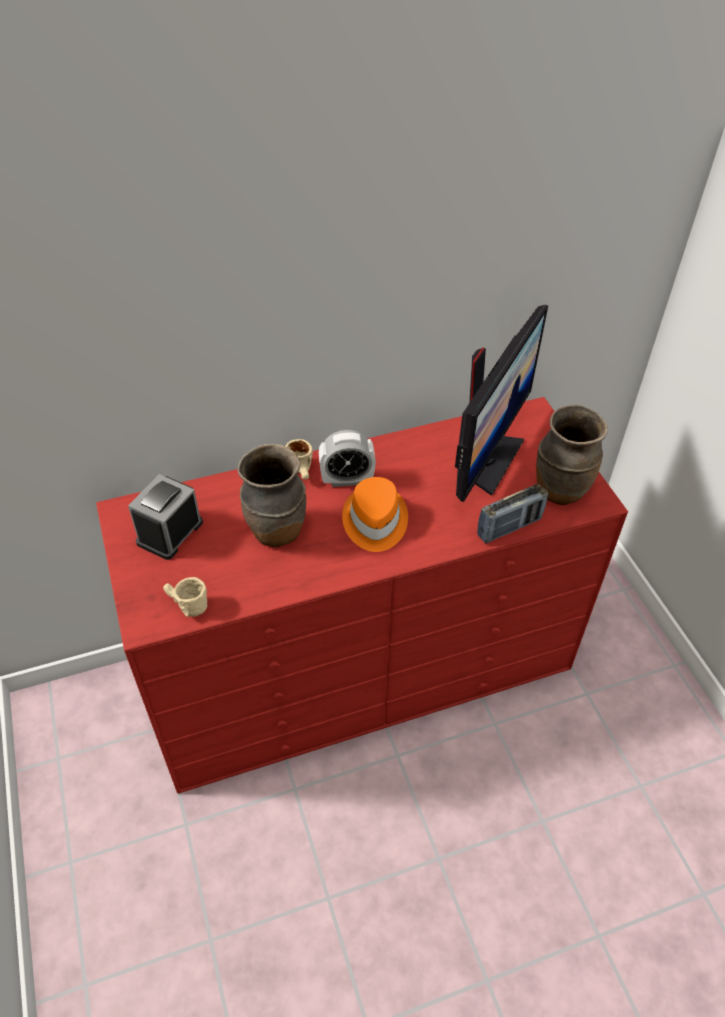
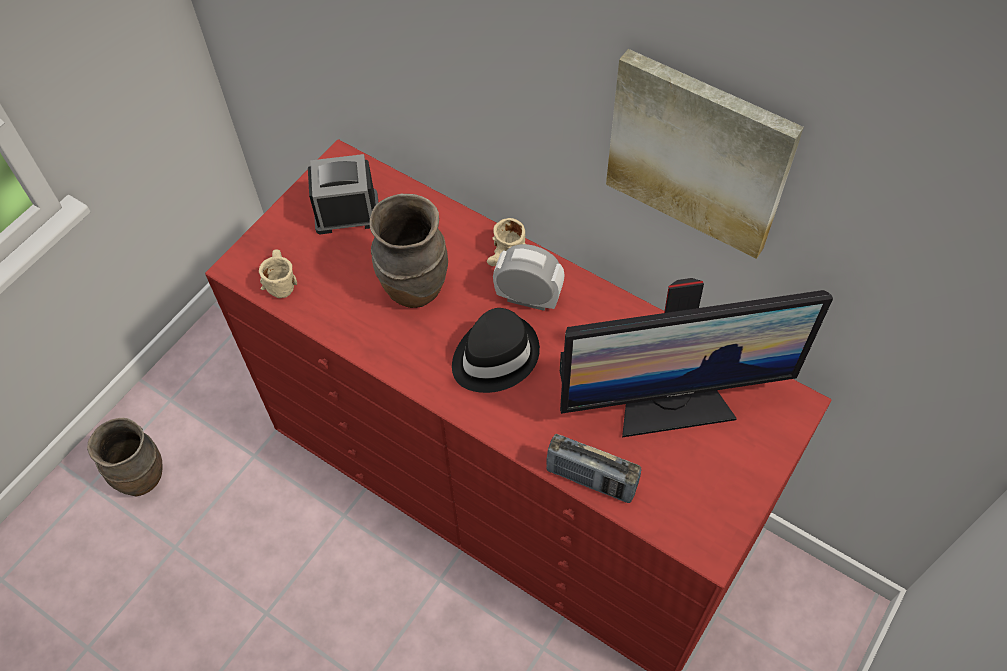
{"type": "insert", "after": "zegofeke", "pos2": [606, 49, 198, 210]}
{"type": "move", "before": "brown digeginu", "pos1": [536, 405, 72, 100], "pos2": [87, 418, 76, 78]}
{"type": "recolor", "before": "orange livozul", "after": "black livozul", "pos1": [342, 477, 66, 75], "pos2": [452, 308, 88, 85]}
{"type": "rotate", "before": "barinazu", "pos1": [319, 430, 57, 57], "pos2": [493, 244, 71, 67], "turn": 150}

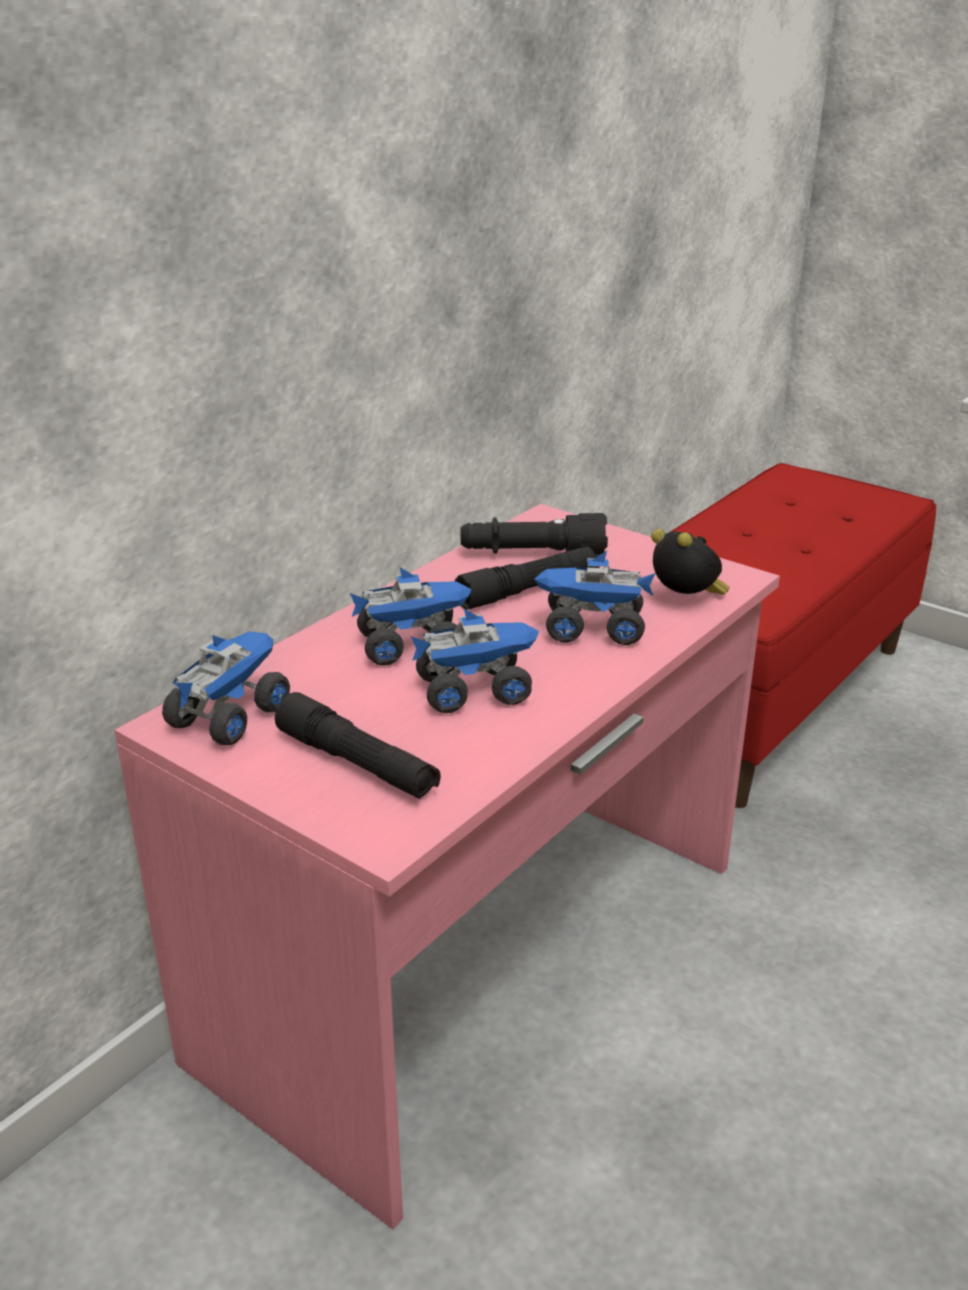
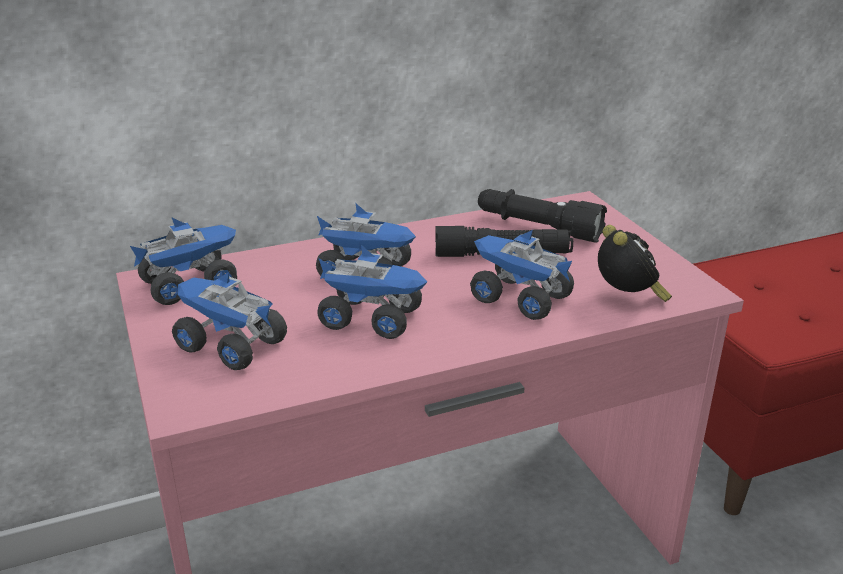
{"type": "replace", "before": "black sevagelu", "after": "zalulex", "pos1": [275, 692, 166, 107], "pos2": [172, 272, 115, 98]}

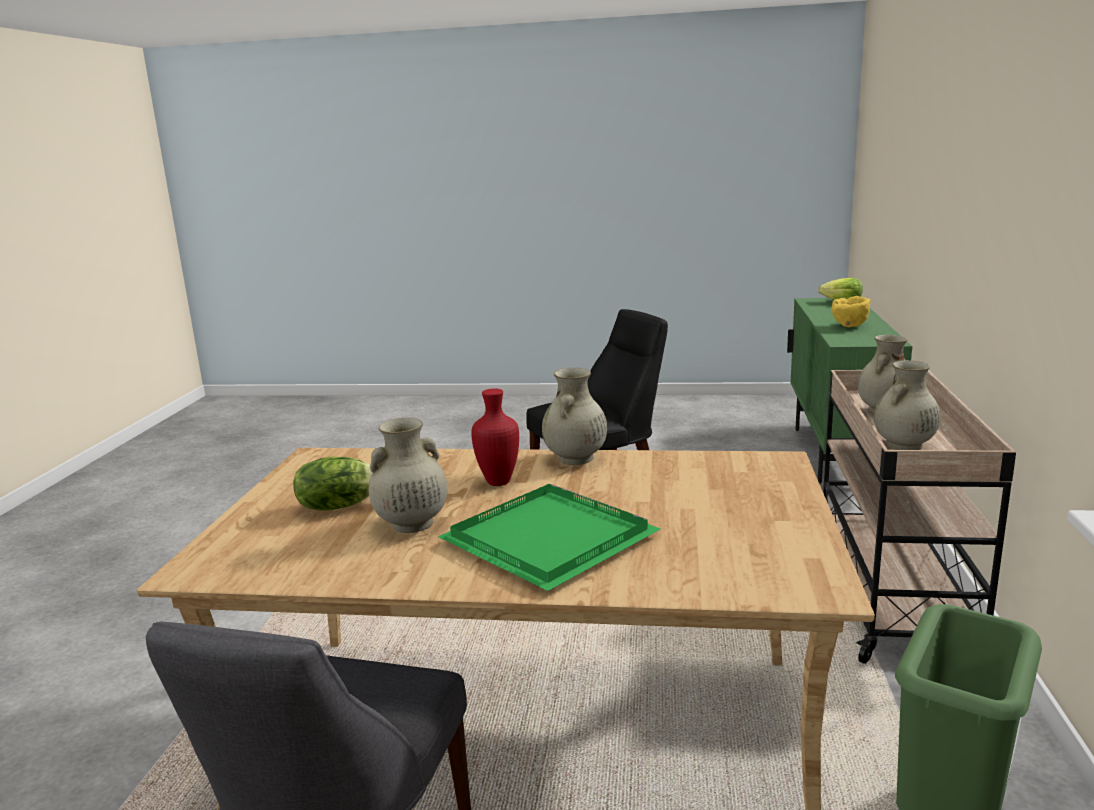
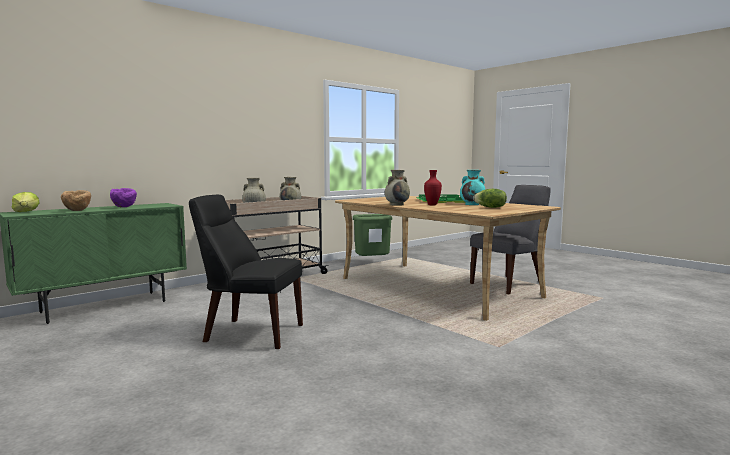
{"type": "insert", "after": "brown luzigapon", "pos2": [61, 190, 30, 21]}
{"type": "recolor", "before": "beige digeginu", "after": "turquoise digeginu", "pos1": [369, 417, 78, 116], "pos2": [460, 170, 25, 35]}
{"type": "recolor", "before": "yellow luzigapon", "after": "purple luzigapon", "pos1": [831, 296, 40, 31], "pos2": [110, 188, 27, 19]}

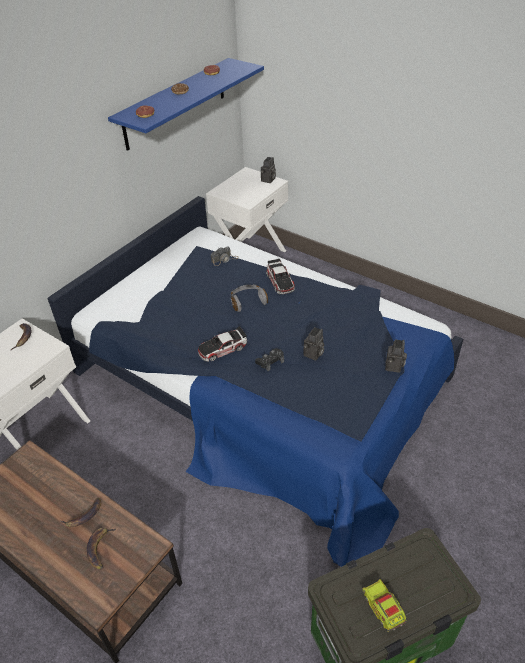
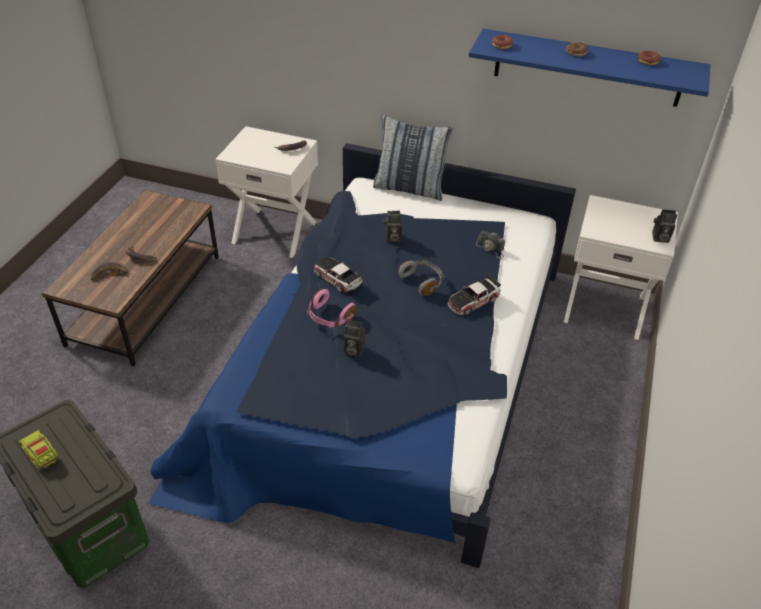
{"type": "insert", "after": "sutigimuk", "pos2": [373, 114, 80, 87]}
{"type": "move", "before": "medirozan", "pos1": [385, 339, 22, 34], "pos2": [383, 210, 19, 32]}
{"type": "replace", "before": "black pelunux", "after": "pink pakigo", "pos1": [255, 348, 29, 23], "pos2": [307, 289, 50, 39]}
{"type": "rotate", "before": "zalulex", "pos1": [362, 579, 45, 53], "pos2": [19, 430, 41, 41], "turn": -90}

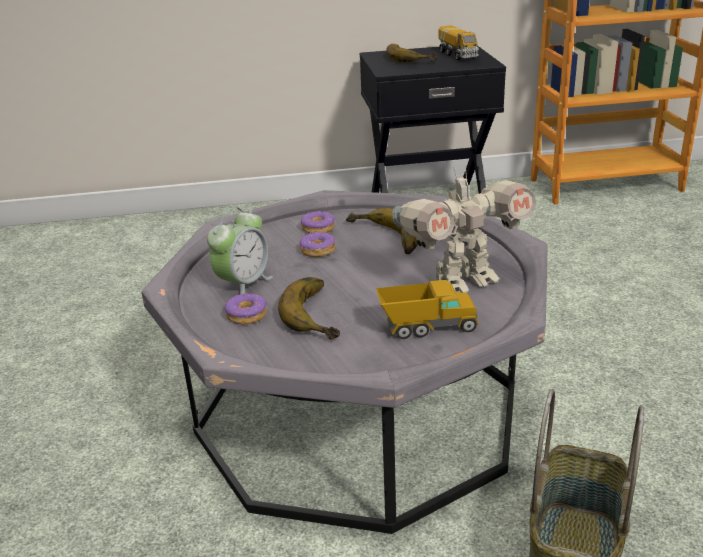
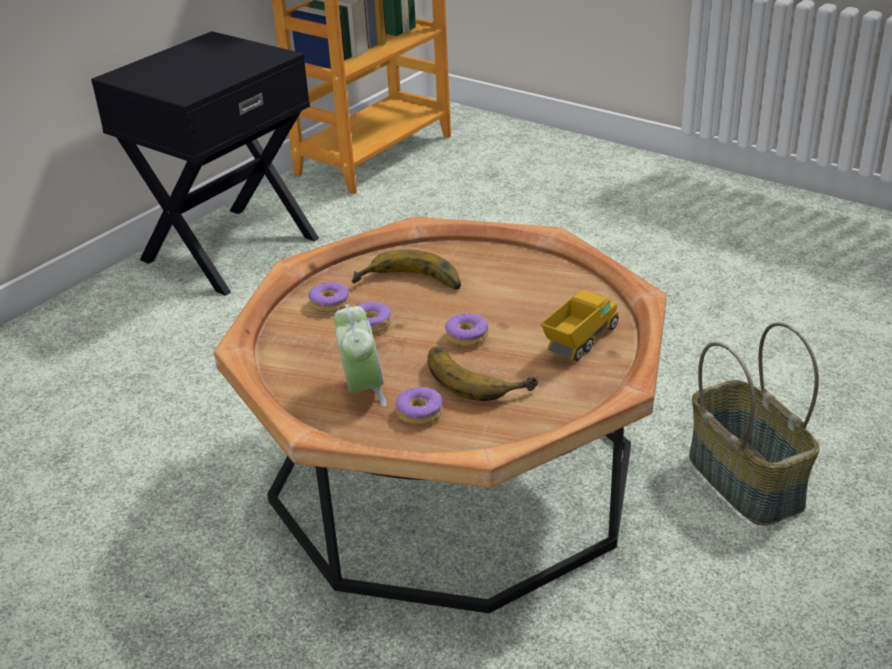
{"type": "delete", "before": "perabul", "pos1": [386, 44, 51, 18]}
{"type": "delete", "before": "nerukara", "pos1": [392, 165, 144, 128]}
{"type": "delete", "before": "zalulex", "pos1": [438, 25, 41, 35]}
{"type": "insert", "after": "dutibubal", "pos2": [445, 313, 43, 33]}
{"type": "recolor", "before": "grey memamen", "after": "brown memamen", "pos1": [141, 190, 406, 344], "pos2": [214, 217, 453, 396]}

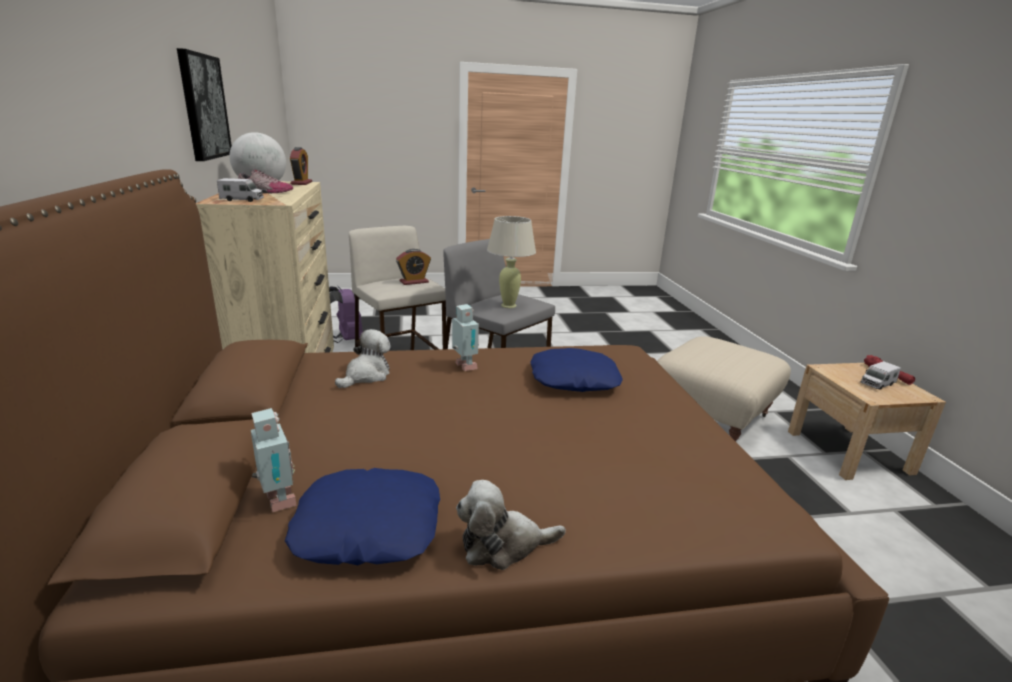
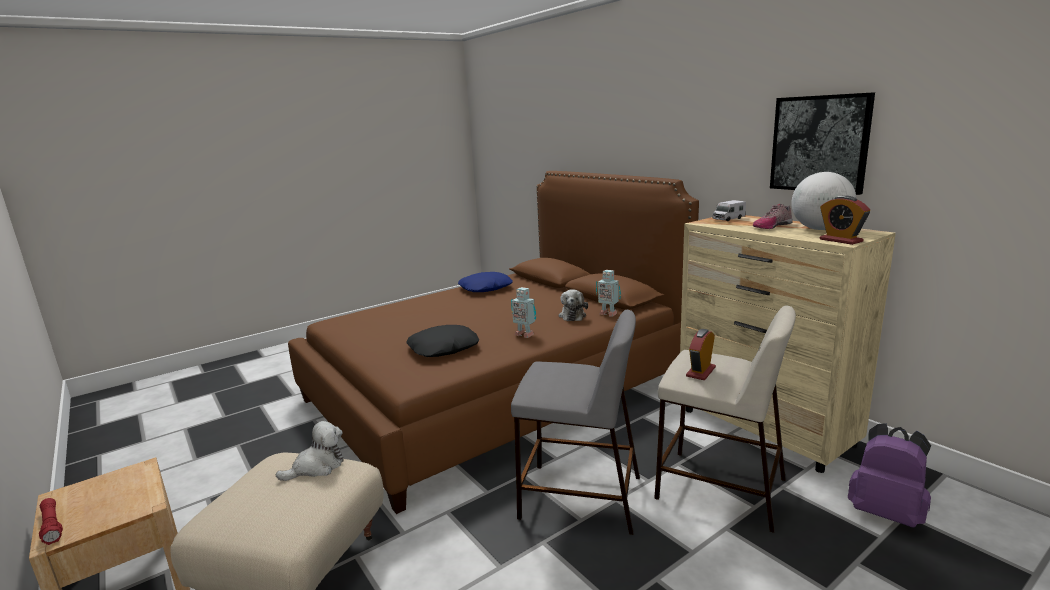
{"type": "delete", "before": "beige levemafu", "pos1": [487, 216, 49, 92]}
{"type": "delete", "before": "zalulex", "pos1": [861, 361, 40, 29]}
{"type": "move", "before": "nerukara", "pos1": [251, 408, 46, 104], "pos2": [596, 270, 25, 47]}
{"type": "move", "before": "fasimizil", "pos1": [456, 480, 110, 90], "pos2": [276, 421, 68, 60]}
{"type": "recolor", "before": "blue sutigimuk", "after": "black sutigimuk", "pos1": [530, 348, 93, 44], "pos2": [406, 325, 73, 32]}

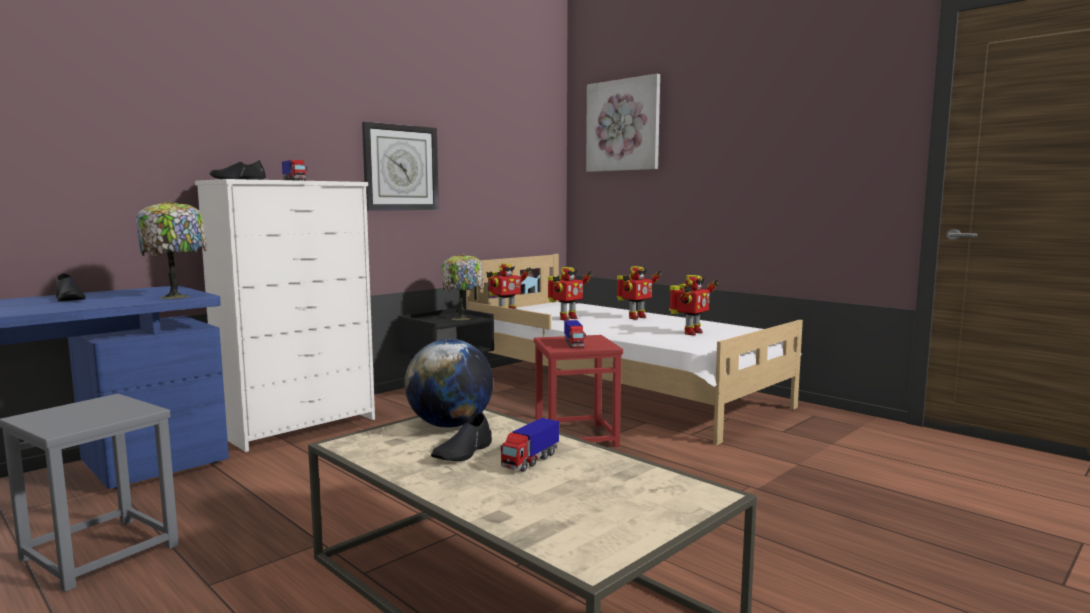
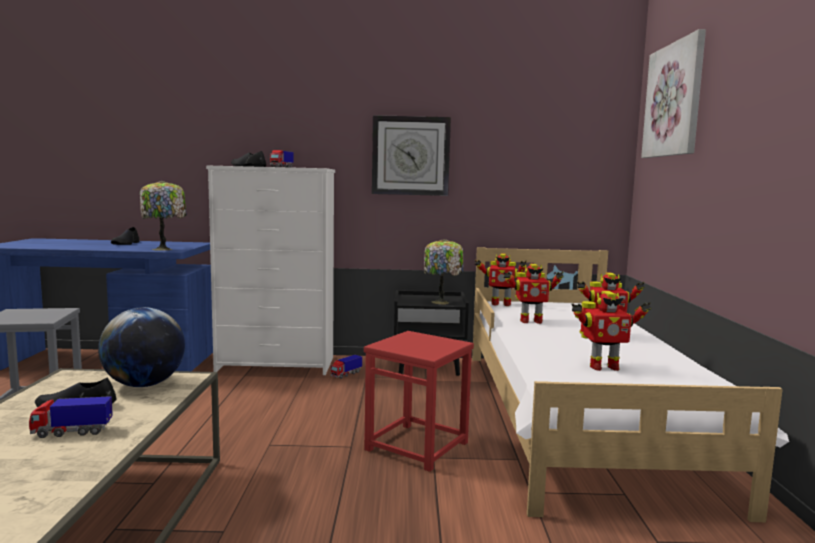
{"type": "move", "before": "zalulex", "pos1": [564, 320, 22, 28], "pos2": [331, 355, 31, 24]}

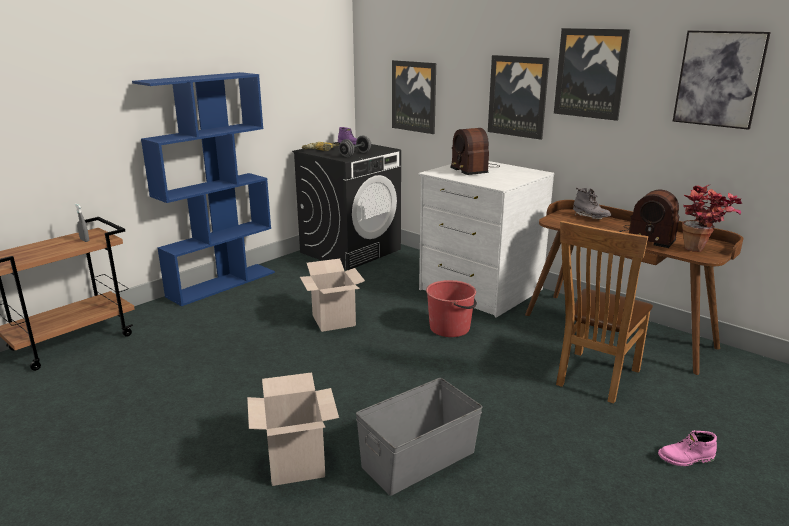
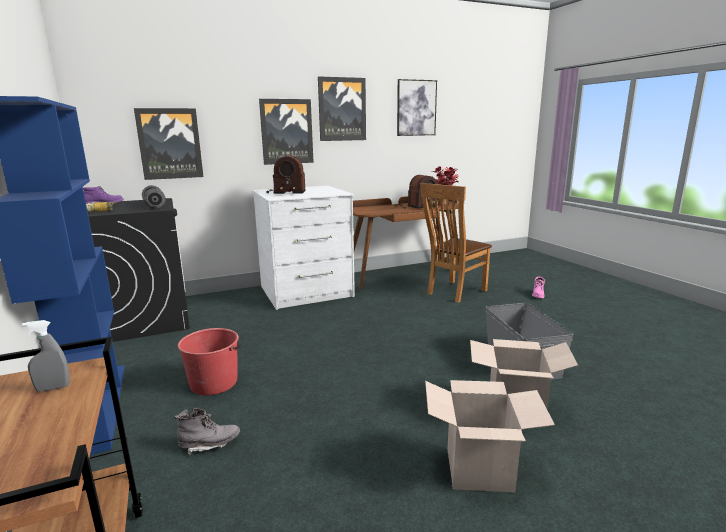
{"type": "move", "before": "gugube", "pos1": [300, 259, 65, 73], "pos2": [425, 380, 130, 113]}
{"type": "move", "before": "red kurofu", "pos1": [426, 280, 51, 57], "pos2": [178, 328, 64, 67]}
{"type": "move", "before": "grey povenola", "pos1": [573, 187, 38, 33], "pos2": [174, 408, 66, 47]}
{"type": "rotate", "before": "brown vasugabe", "pos1": [556, 221, 97, 183], "pos2": [420, 183, 72, 120], "turn": 75}

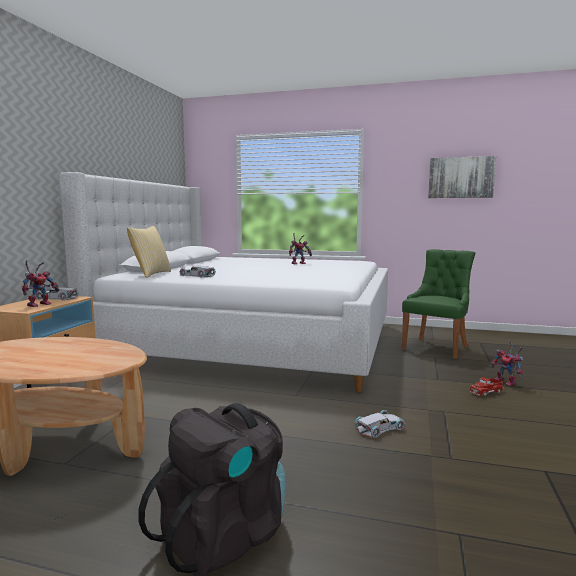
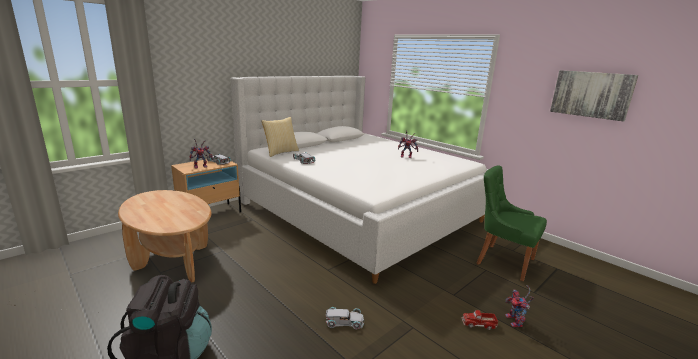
{"type": "rotate", "before": "green vasugabe", "pos1": [402, 249, 73, 110], "pos2": [476, 165, 71, 116], "turn": -120}

